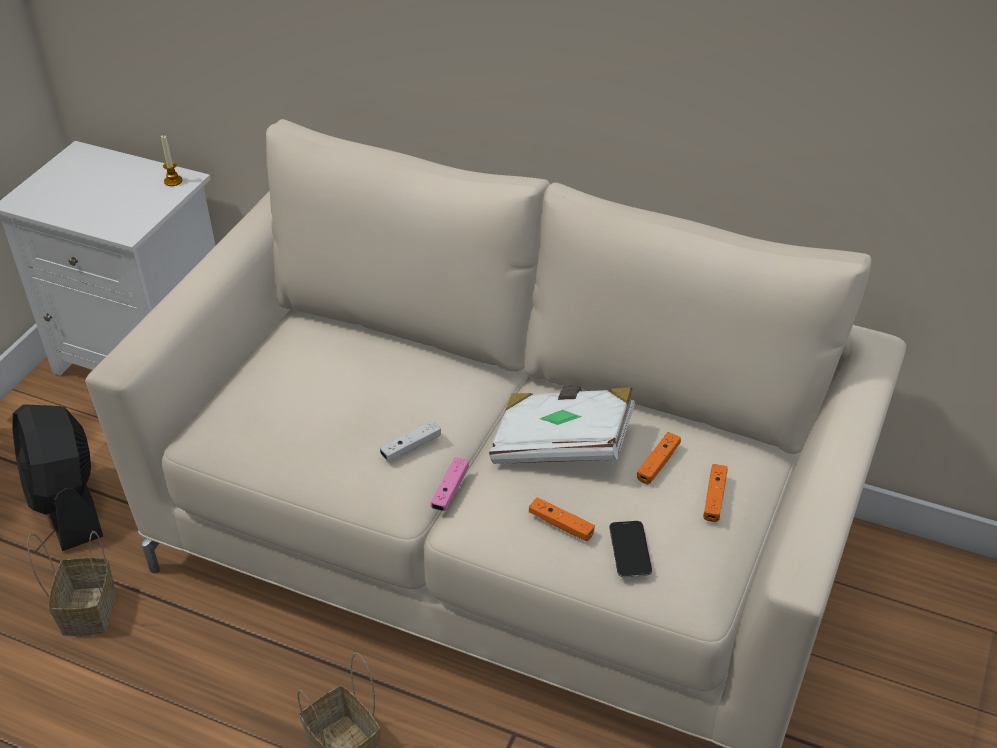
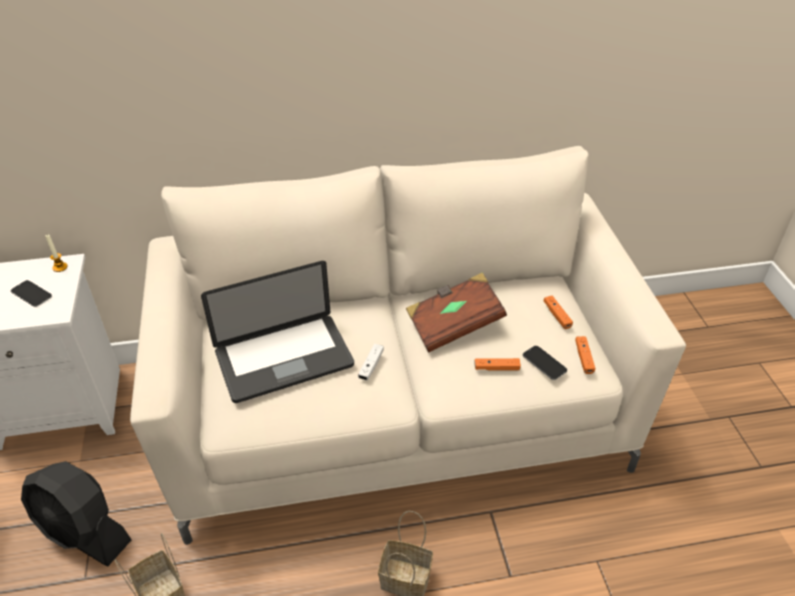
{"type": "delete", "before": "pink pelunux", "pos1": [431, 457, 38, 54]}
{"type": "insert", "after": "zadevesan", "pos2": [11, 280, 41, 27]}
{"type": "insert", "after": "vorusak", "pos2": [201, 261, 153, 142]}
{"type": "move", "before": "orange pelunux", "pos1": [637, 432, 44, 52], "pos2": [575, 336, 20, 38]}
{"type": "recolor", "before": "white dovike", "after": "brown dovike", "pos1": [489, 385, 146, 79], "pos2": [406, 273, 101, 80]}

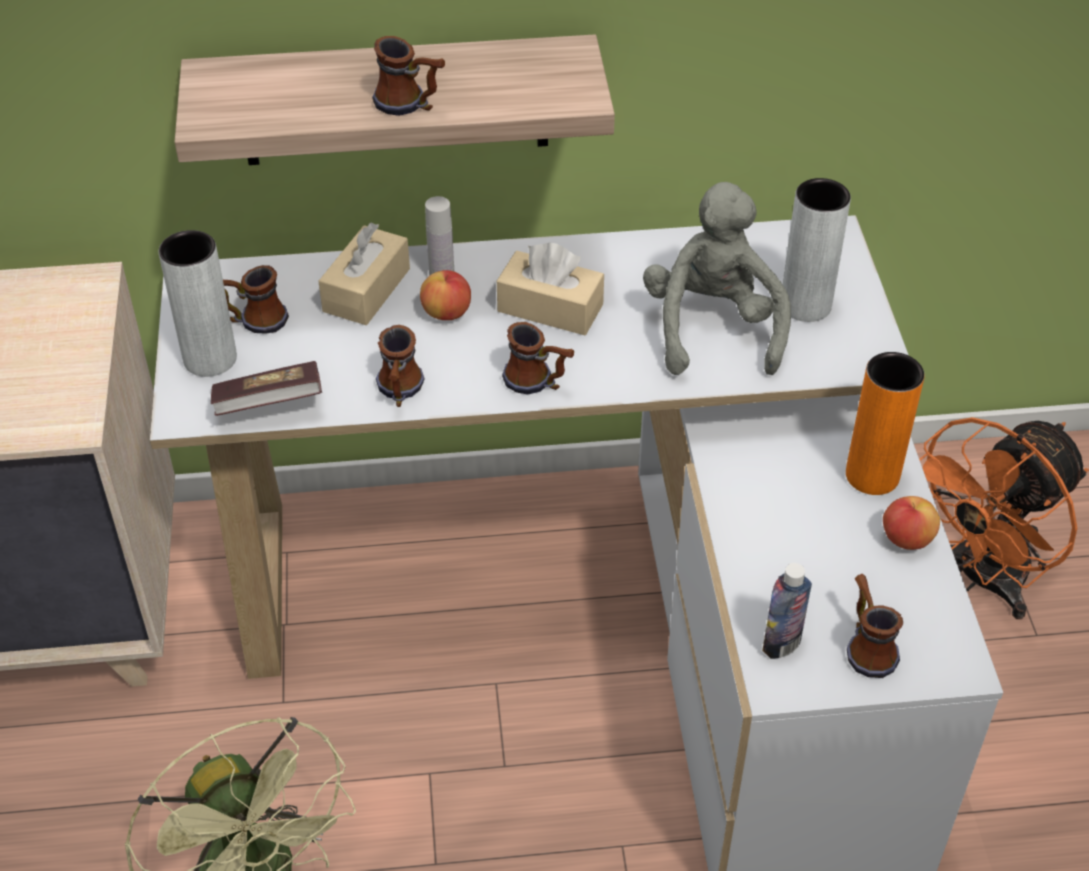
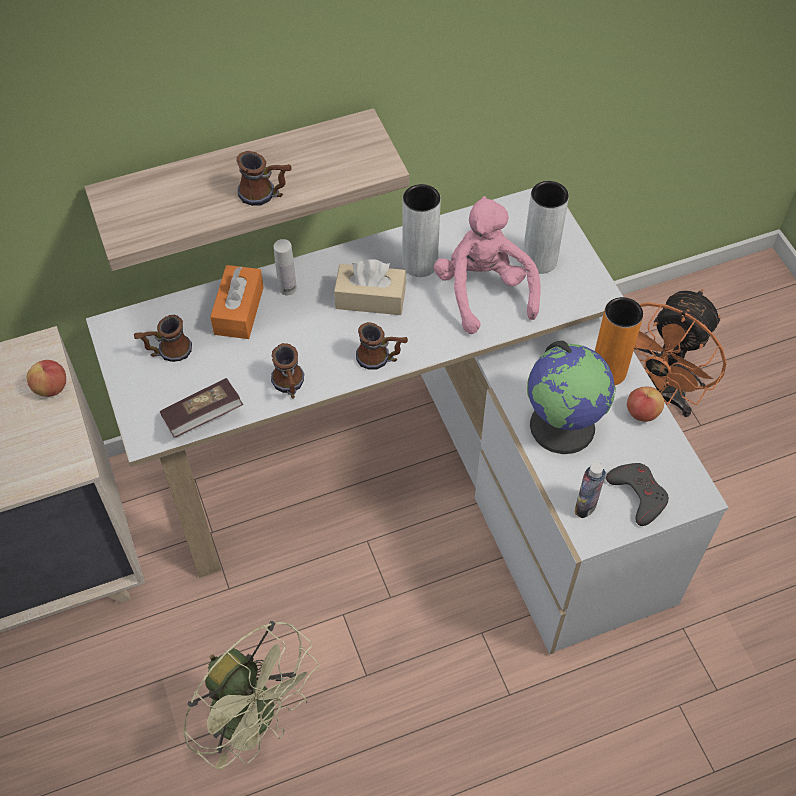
{"type": "insert", "after": "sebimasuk", "pos2": [527, 340, 89, 114]}
{"type": "move", "before": "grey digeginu", "pos1": [159, 230, 78, 147], "pos2": [402, 184, 39, 93]}
{"type": "move", "before": "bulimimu", "pos1": [420, 270, 51, 50], "pos2": [27, 360, 39, 37]}
{"type": "replace", "before": "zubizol", "after": "grey pelunux", "pos1": [847, 574, 56, 104], "pos2": [606, 463, 63, 63]}
{"type": "recolor", "before": "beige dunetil", "after": "orange dunetil", "pos1": [318, 223, 92, 102], "pos2": [210, 265, 54, 74]}
{"type": "recolor", "before": "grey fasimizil", "after": "pink fasimizil", "pos1": [643, 182, 148, 193], "pos2": [434, 196, 107, 138]}

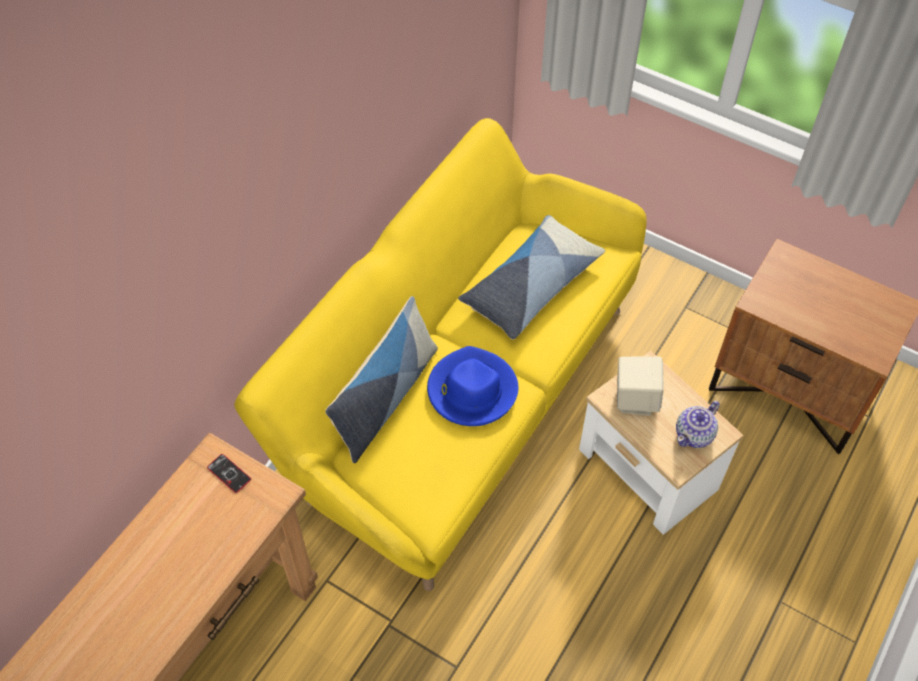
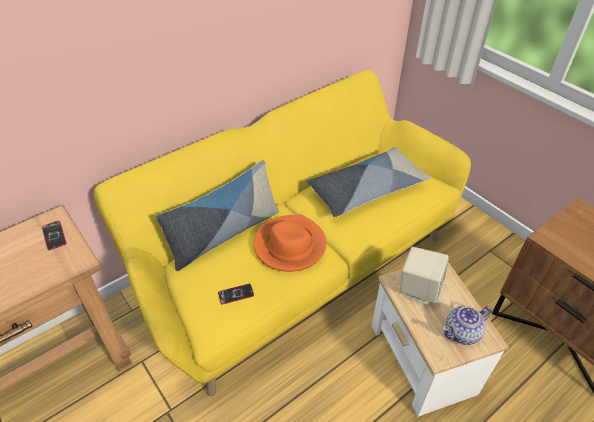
{"type": "insert", "after": "zadevesan", "pos2": [218, 284, 36, 21]}
{"type": "recolor", "before": "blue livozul", "after": "orange livozul", "pos1": [427, 346, 91, 80], "pos2": [253, 214, 74, 58]}

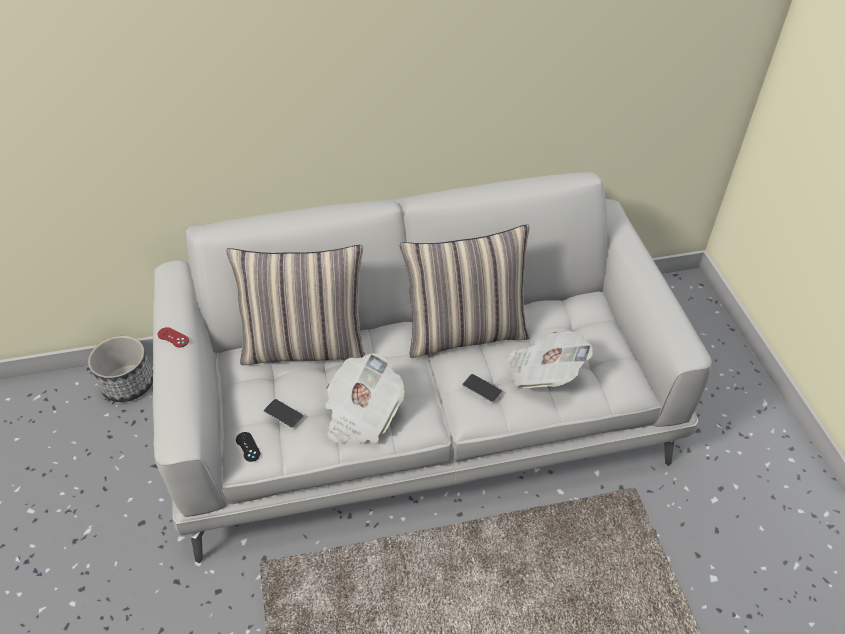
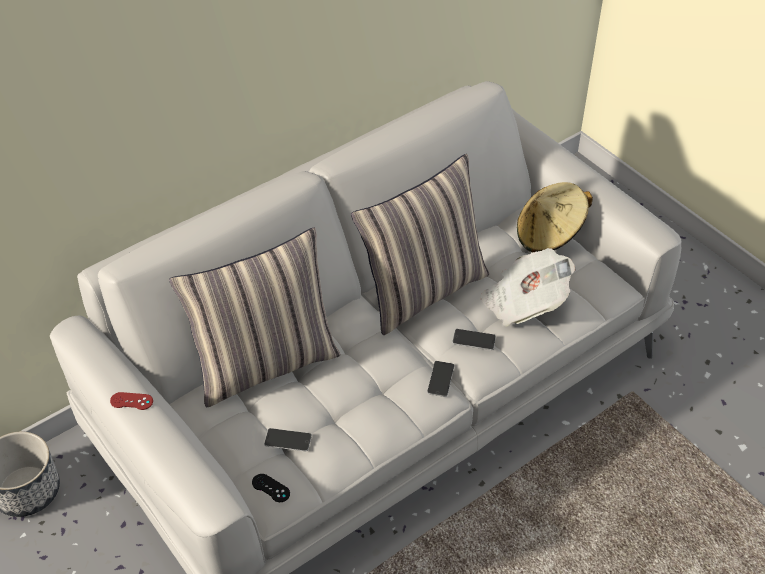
{"type": "delete", "before": "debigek", "pos1": [325, 353, 80, 90]}
{"type": "insert", "after": "zadevesan", "pos2": [427, 361, 27, 36]}
{"type": "insert", "after": "beige livozul", "pos2": [517, 182, 76, 70]}

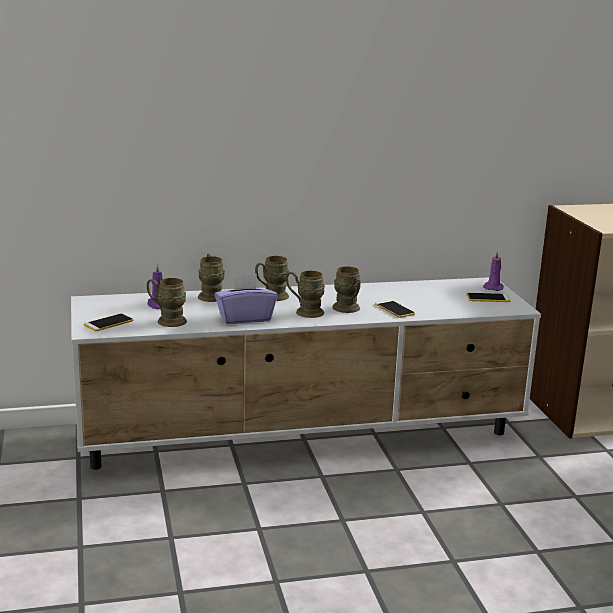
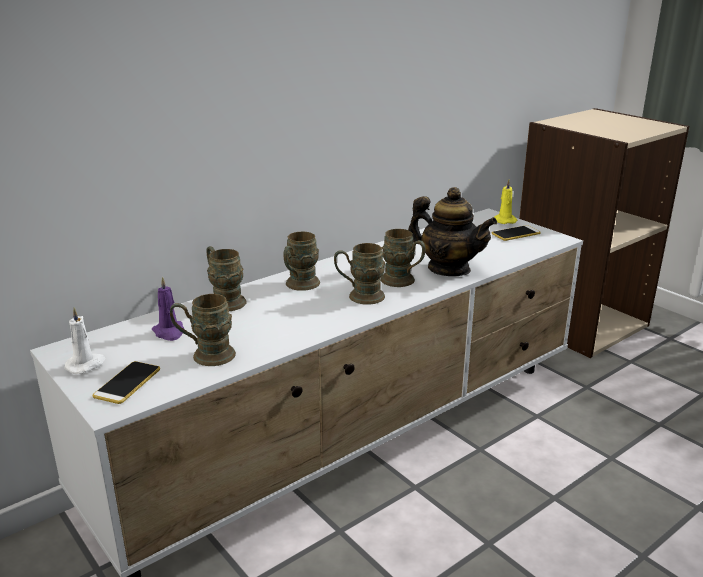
{"type": "delete", "before": "purple dunetil", "pos1": [215, 274, 62, 50]}
{"type": "insert", "after": "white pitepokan", "pos2": [64, 307, 42, 67]}
{"type": "replace", "before": "zadevesan", "after": "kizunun", "pos1": [375, 300, 40, 18], "pos2": [408, 187, 89, 89]}
{"type": "recolor", "before": "purple pitepokan", "after": "yellow pitepokan", "pos1": [483, 250, 21, 41], "pos2": [495, 179, 22, 45]}

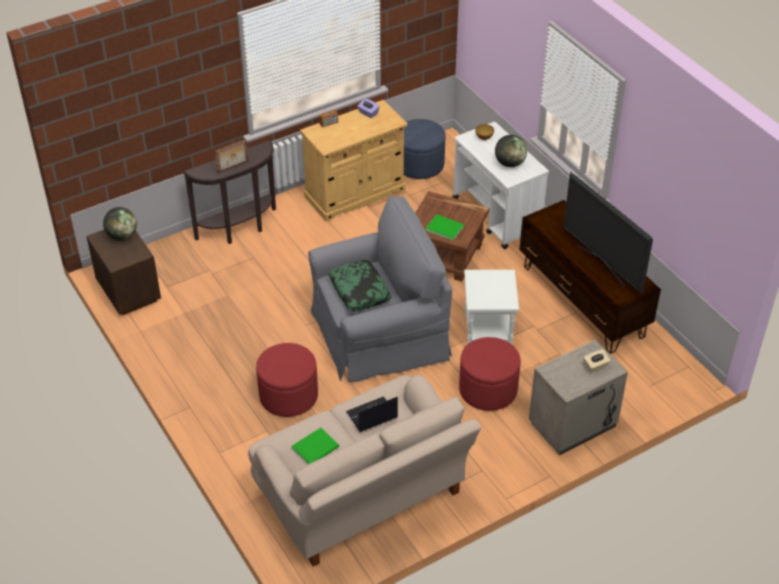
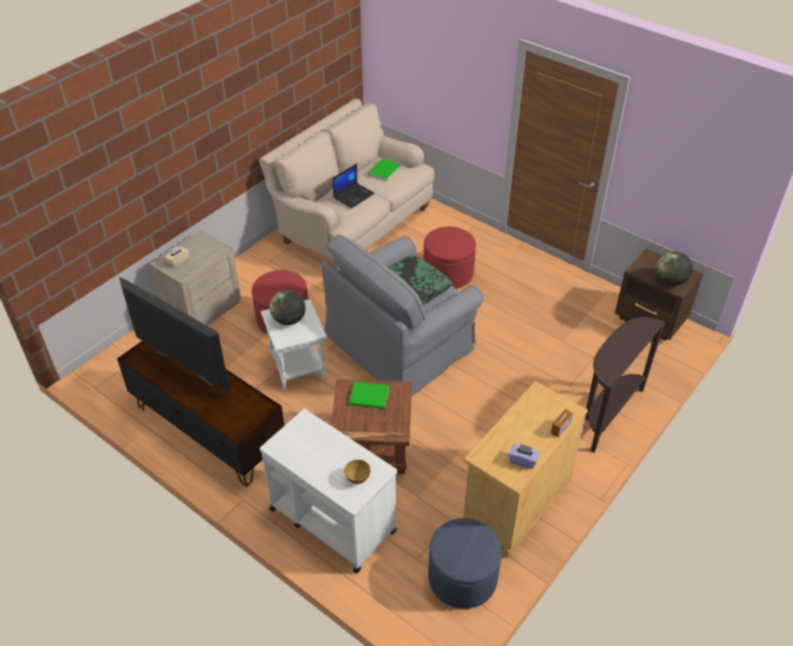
{"type": "delete", "before": "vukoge", "pos1": [215, 139, 34, 34]}
{"type": "move", "before": "sebimasuk", "pos1": [495, 135, 32, 32], "pos2": [270, 290, 35, 35]}

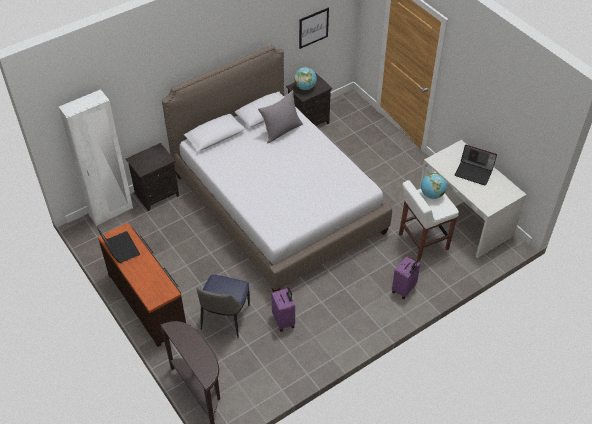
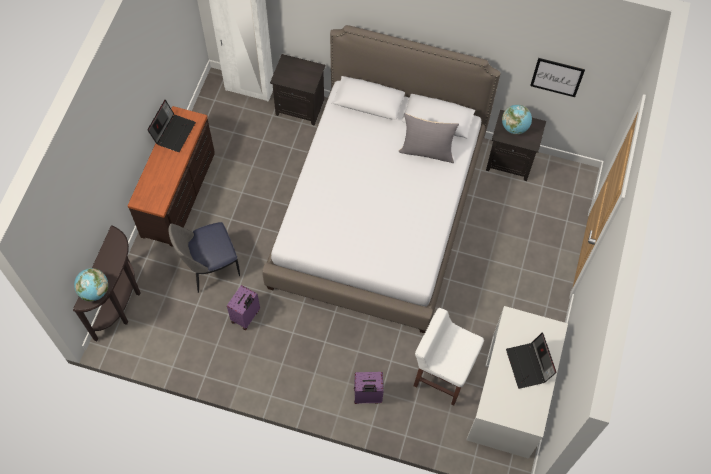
{"type": "move", "before": "sebimasuk", "pos1": [421, 173, 26, 26], "pos2": [74, 268, 34, 33]}

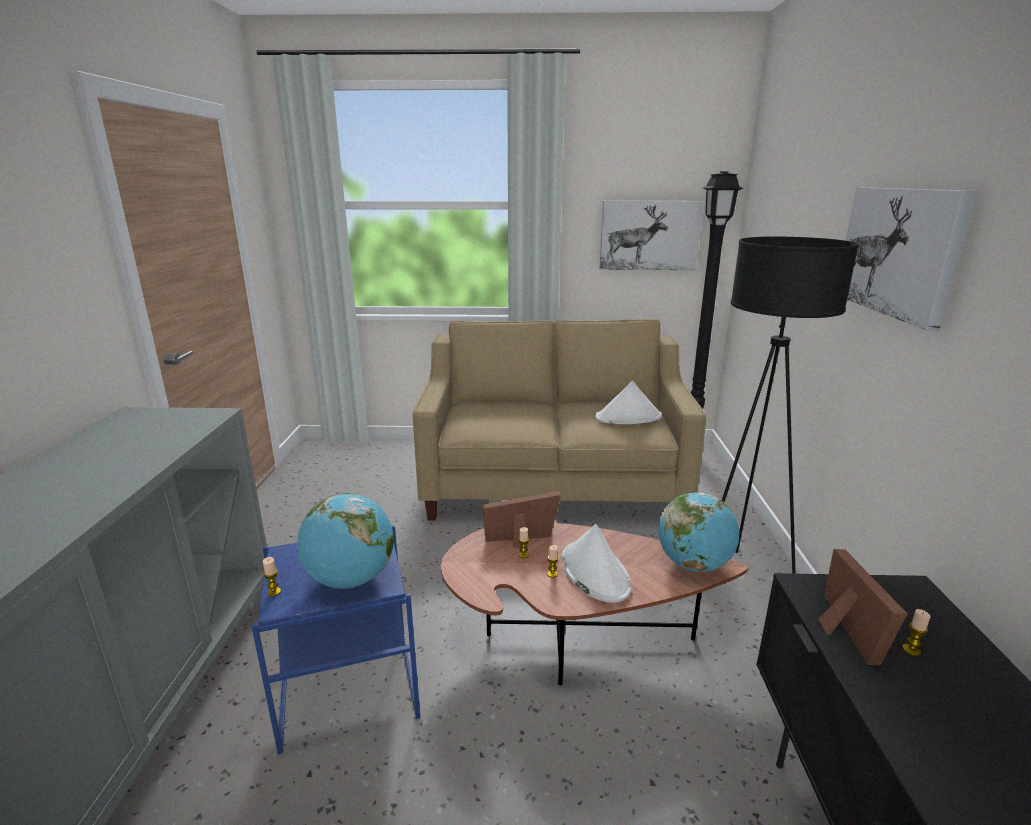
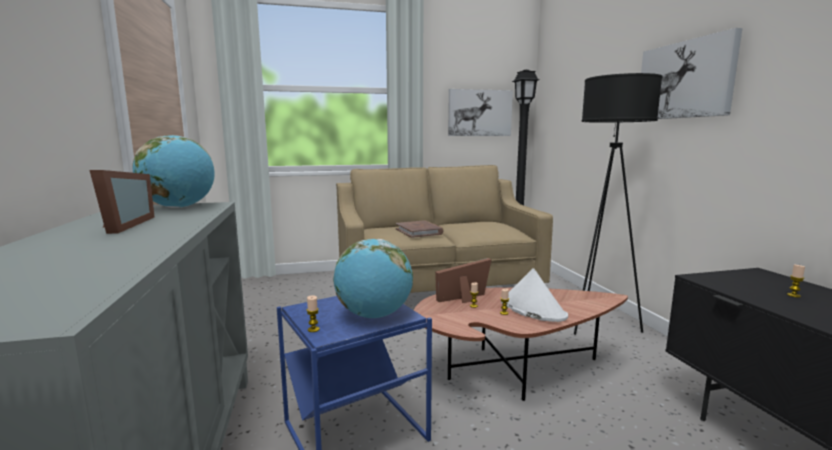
{"type": "delete", "before": "white livozul", "pos1": [595, 381, 67, 43]}
{"type": "insert", "after": "brown dovike", "pos2": [396, 220, 47, 18]}
{"type": "move", "before": "sebimasuk", "pos1": [658, 492, 81, 80], "pos2": [132, 135, 83, 73]}
{"type": "move", "before": "vukoge", "pos1": [819, 549, 88, 117], "pos2": [89, 170, 65, 64]}

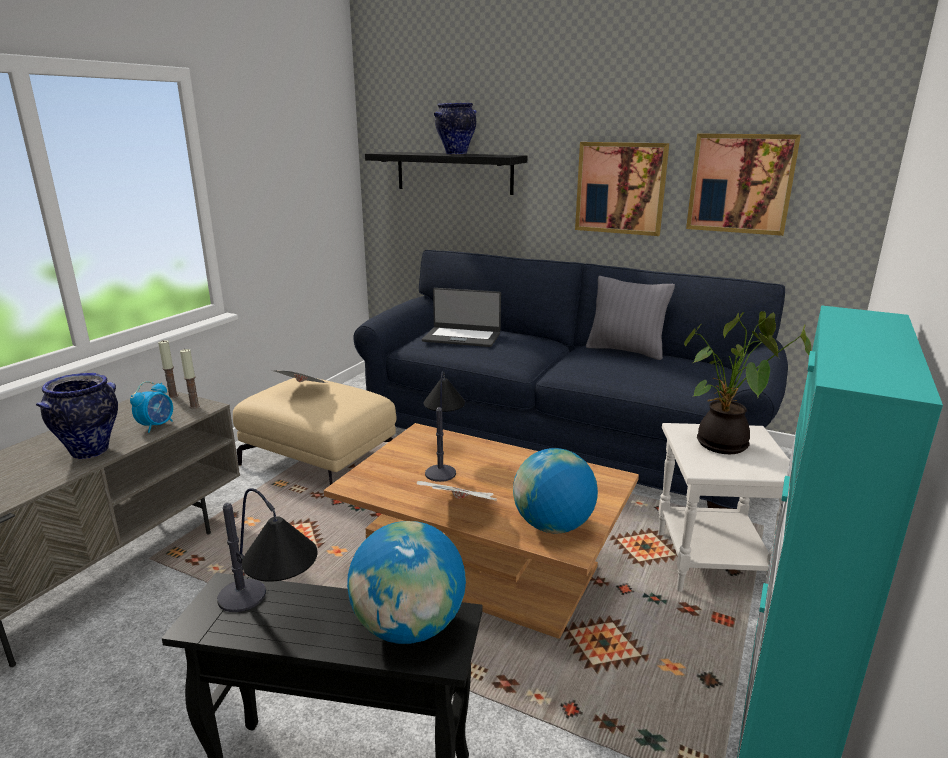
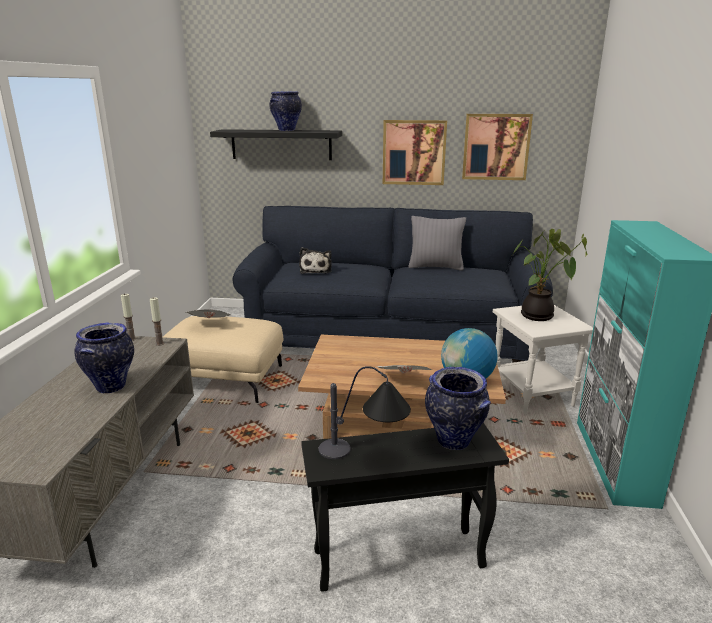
{"type": "delete", "before": "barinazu", "pos1": [130, 381, 43, 52]}
{"type": "delete", "before": "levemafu", "pos1": [424, 371, 41, 111]}
{"type": "replace", "before": "sebimasuk", "after": "digeginu", "pos1": [347, 521, 119, 123], "pos2": [425, 367, 66, 83]}
{"type": "replace", "before": "vorusak", "after": "fasimizil", "pos1": [422, 288, 79, 59], "pos2": [299, 247, 33, 27]}

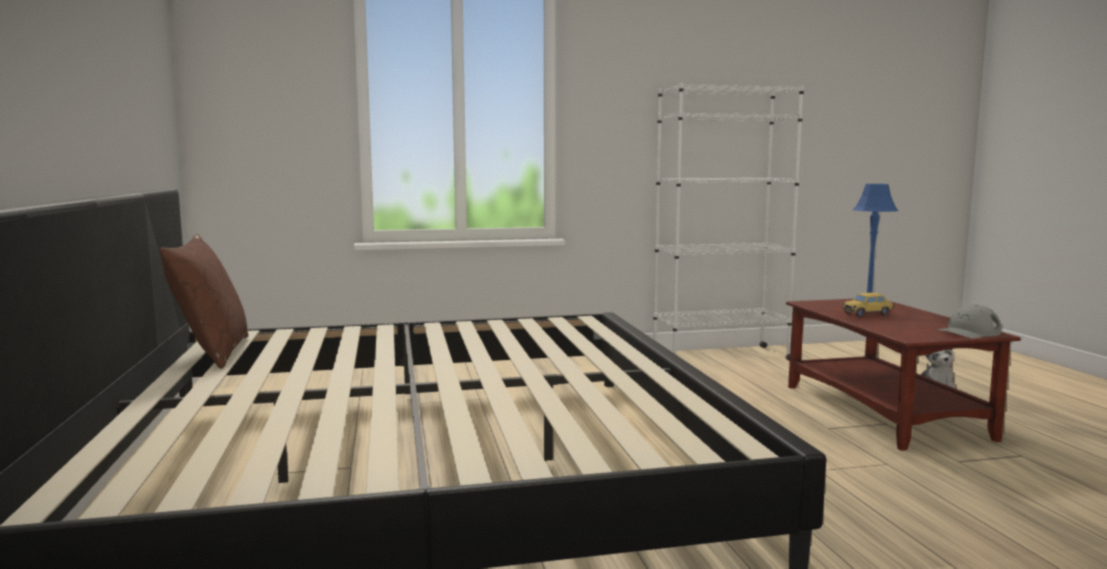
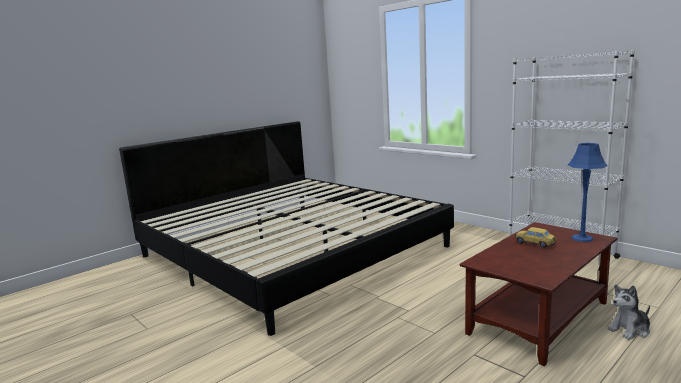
{"type": "delete", "before": "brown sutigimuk", "pos1": [159, 234, 90, 135]}
{"type": "delete", "before": "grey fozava", "pos1": [935, 305, 66, 33]}

